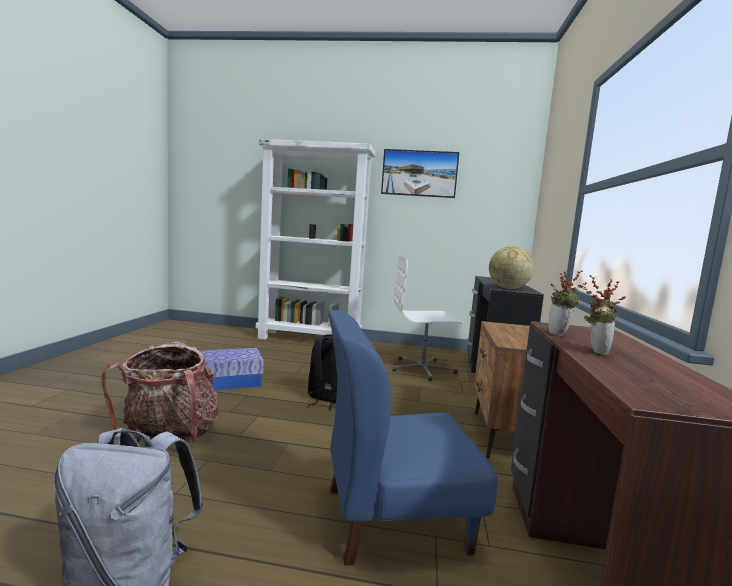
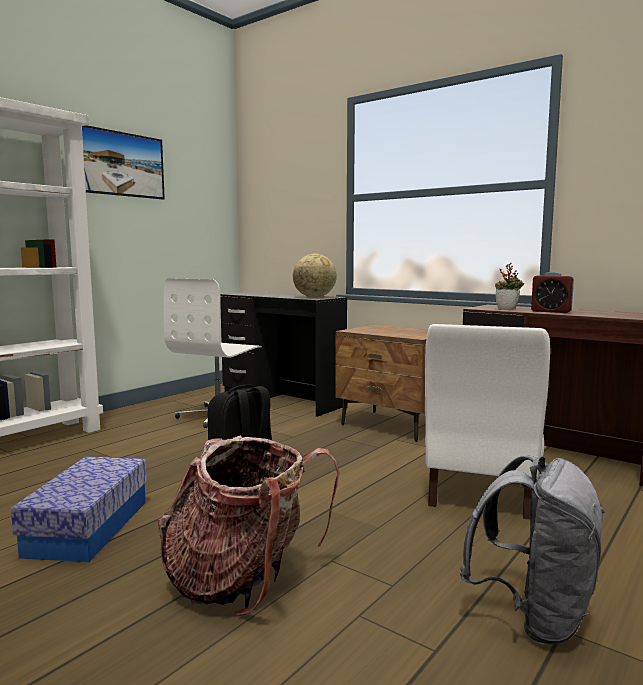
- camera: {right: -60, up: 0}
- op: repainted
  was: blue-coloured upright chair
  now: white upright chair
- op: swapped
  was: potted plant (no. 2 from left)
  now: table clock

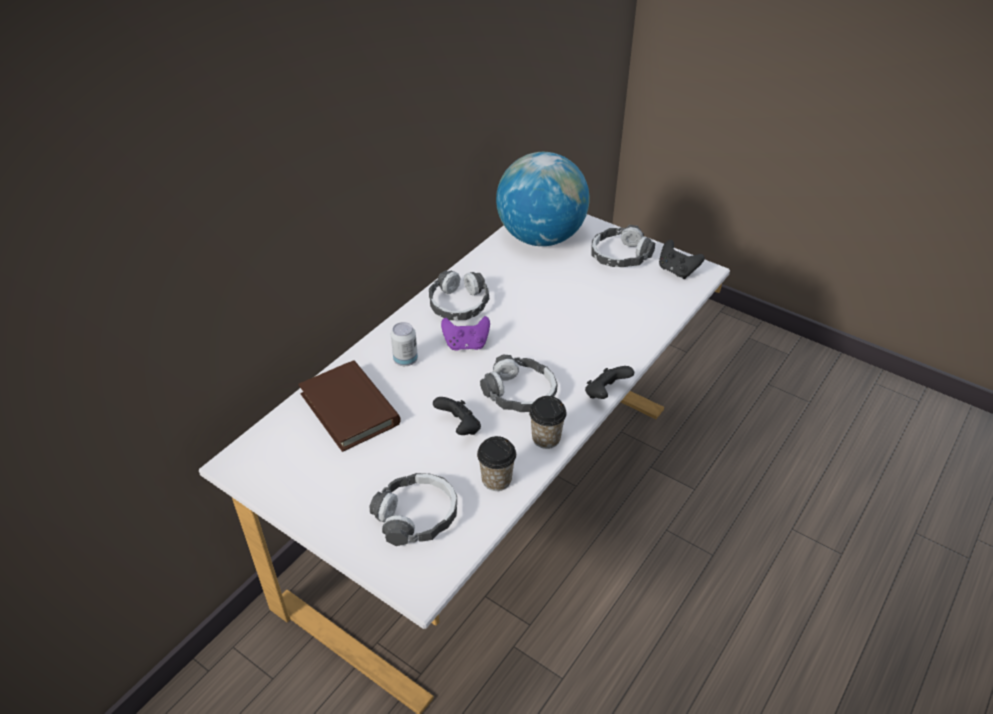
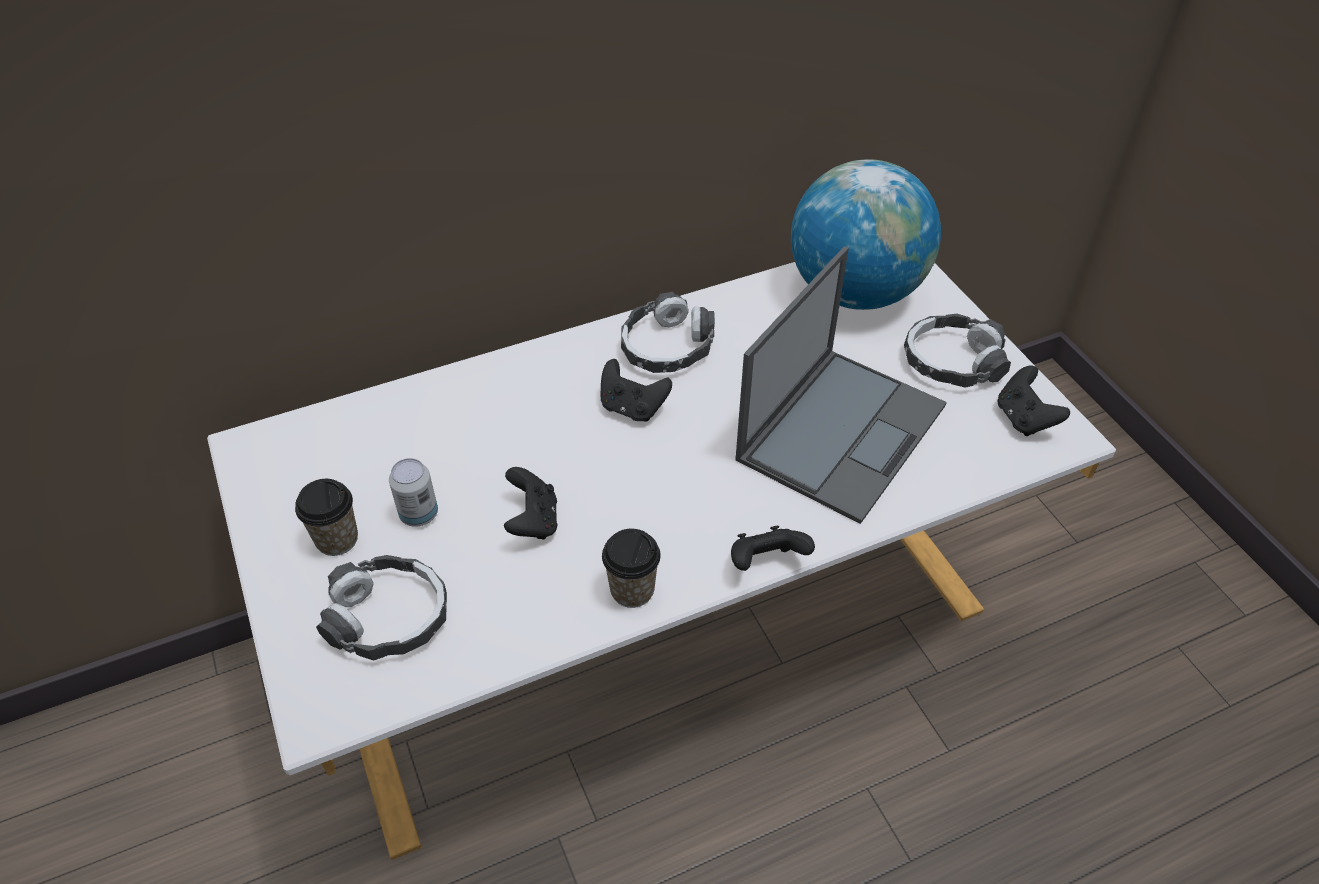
- camera: {right: 30, up: 5}
- op: shifted
  was: small cup (no. 1 from left)
- op: shifted
  was: sealed can
- op: repainted
  was: purple game controller
  now: black game controller (no. 2 from left)
- op: new
  now: notebook computer
- op: gone
  was: brownish book
- op: gone
  was: pair of headphones (no. 3 from left)

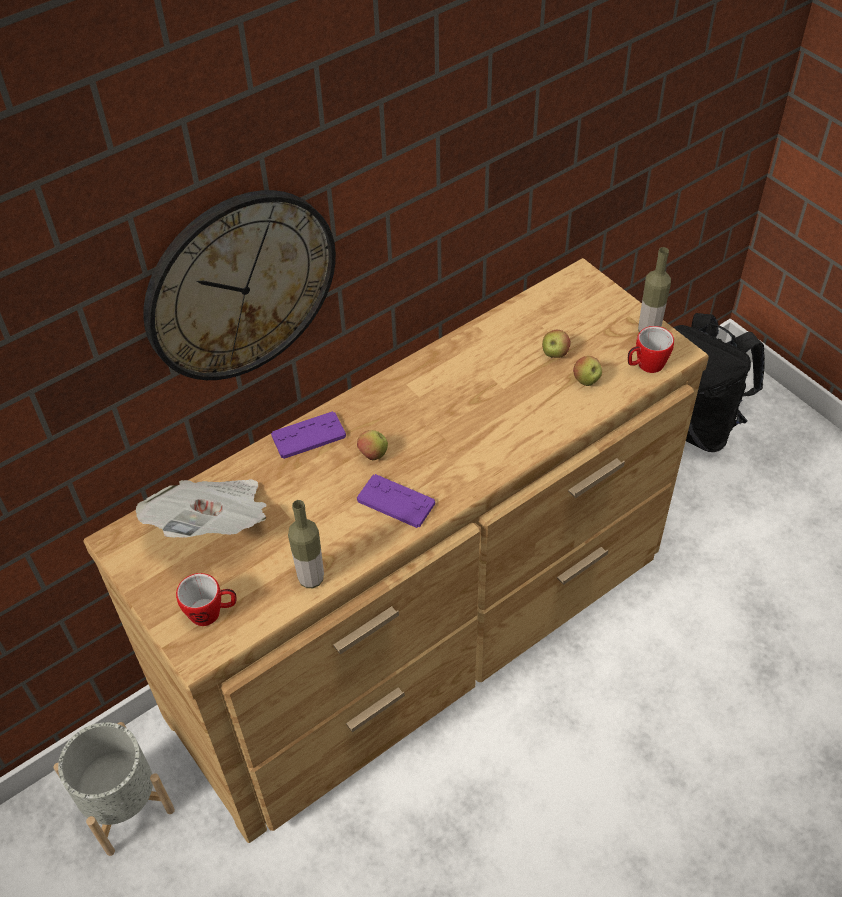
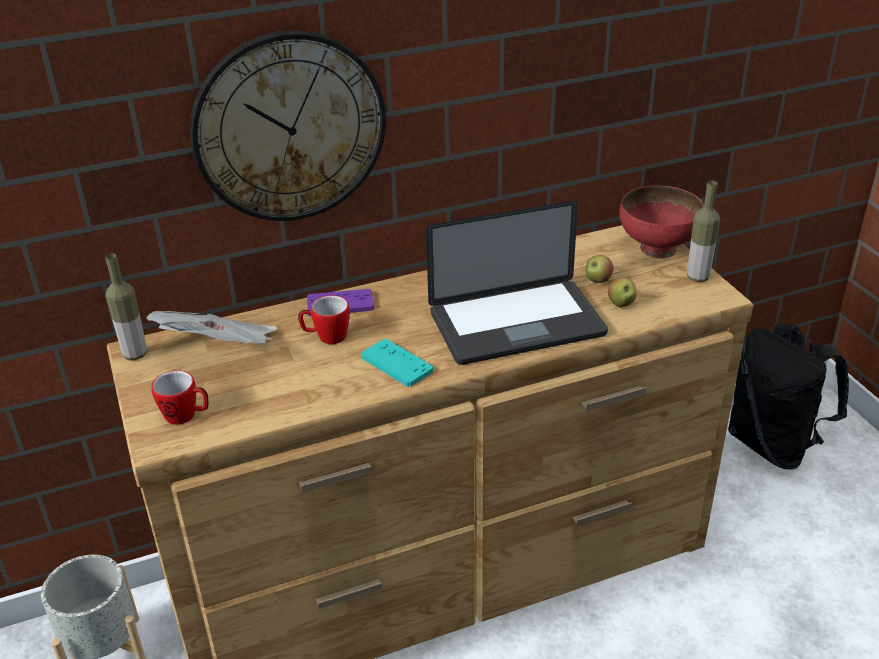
- camera: {right: 15, up: -15}
- op: shifted
  was: beverage bottle (no. 1 from left)
- op: shifted
  was: tea mug (no. 2 from left)
- op: repainted
  was: purple game controller (no. 2 from left)
  now: turquoise-coloured game controller
- op: new
  now: notebook computer
- op: new
  now: red-coloured deep dish
- op: gone
  was: apple fruit (no. 1 from left)

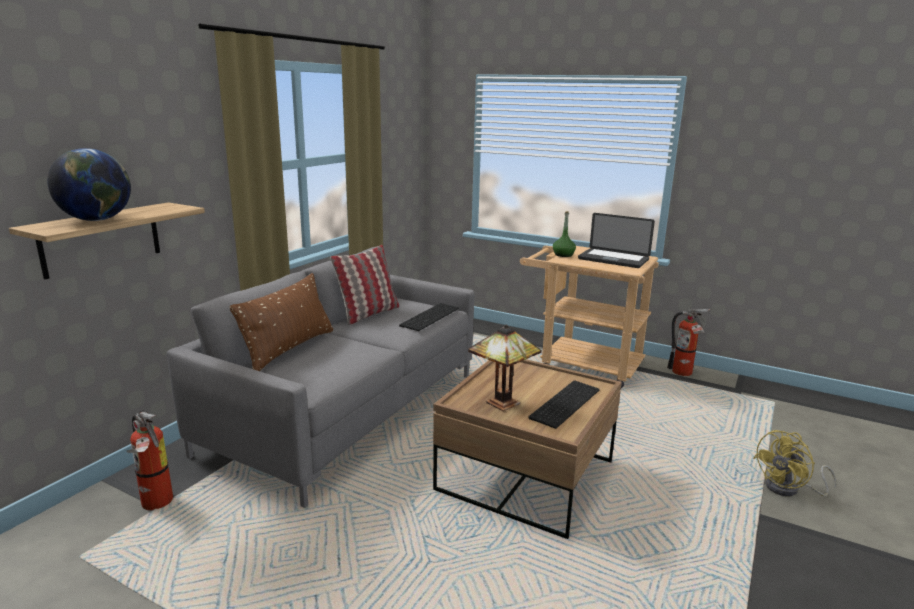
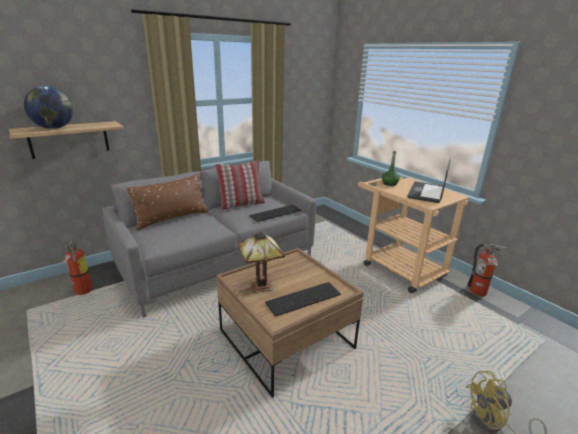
- camera: {right: 25, up: 5}
- op: rotated
  was: notebook computer
  clockwise: 60

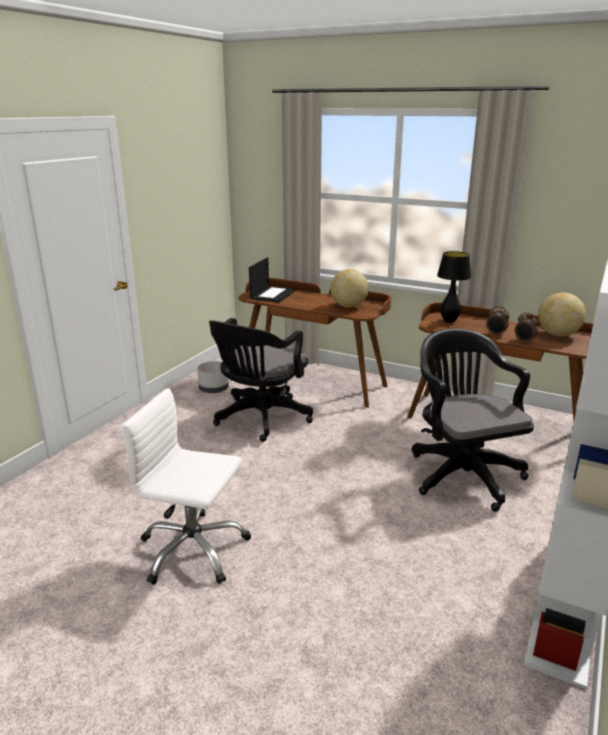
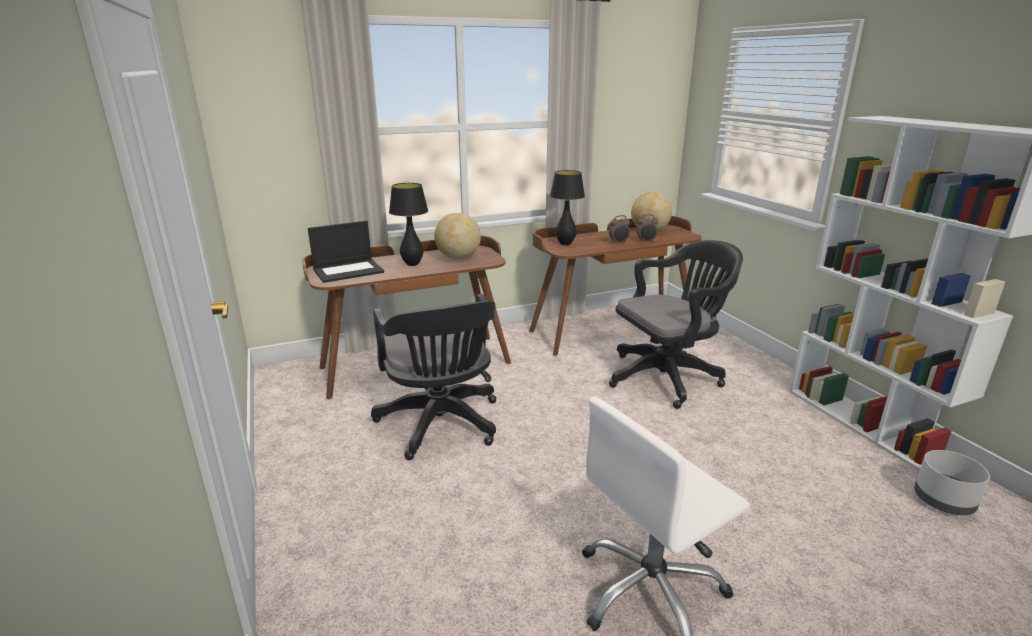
- camera: {right: -50, up: 0}
- op: rotated
  was: notebook computer
  clockwise: 90
- op: new
  now: black tabletop lamp (no. 1 from left)
- op: rotated
  was: black desk chair (no. 2 from left)
  clockwise: 135
- op: shifted
  was: grey flower pot

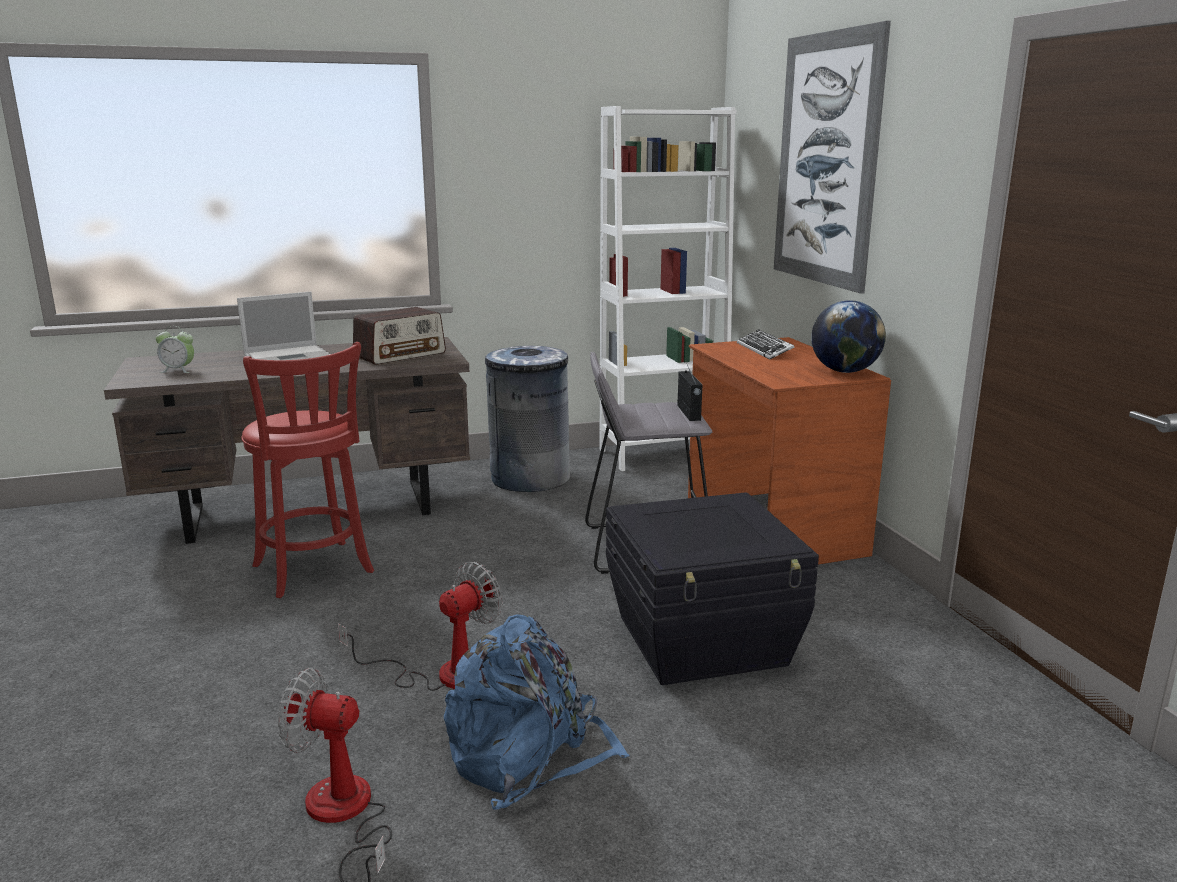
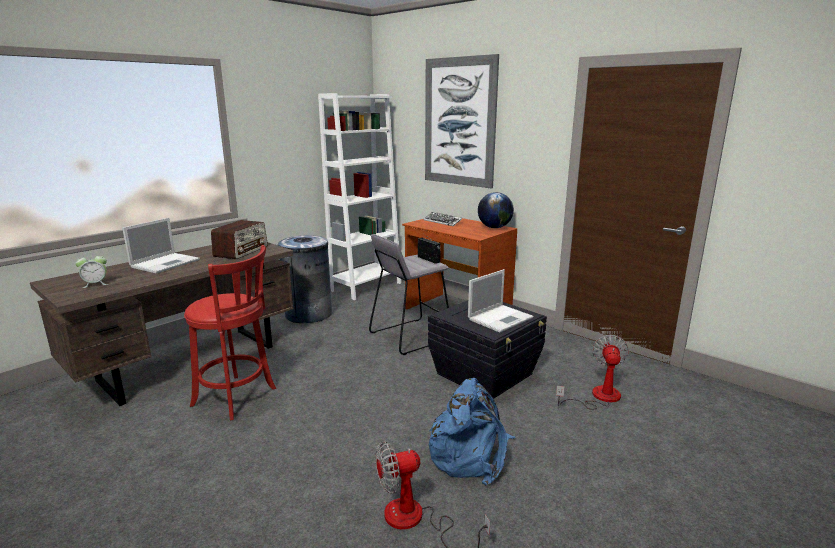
- camera: {right: -30, up: 0}
- op: new
  now: notebook computer (no. 2 from left)
- op: shifted
  was: fan (no. 2 from left)

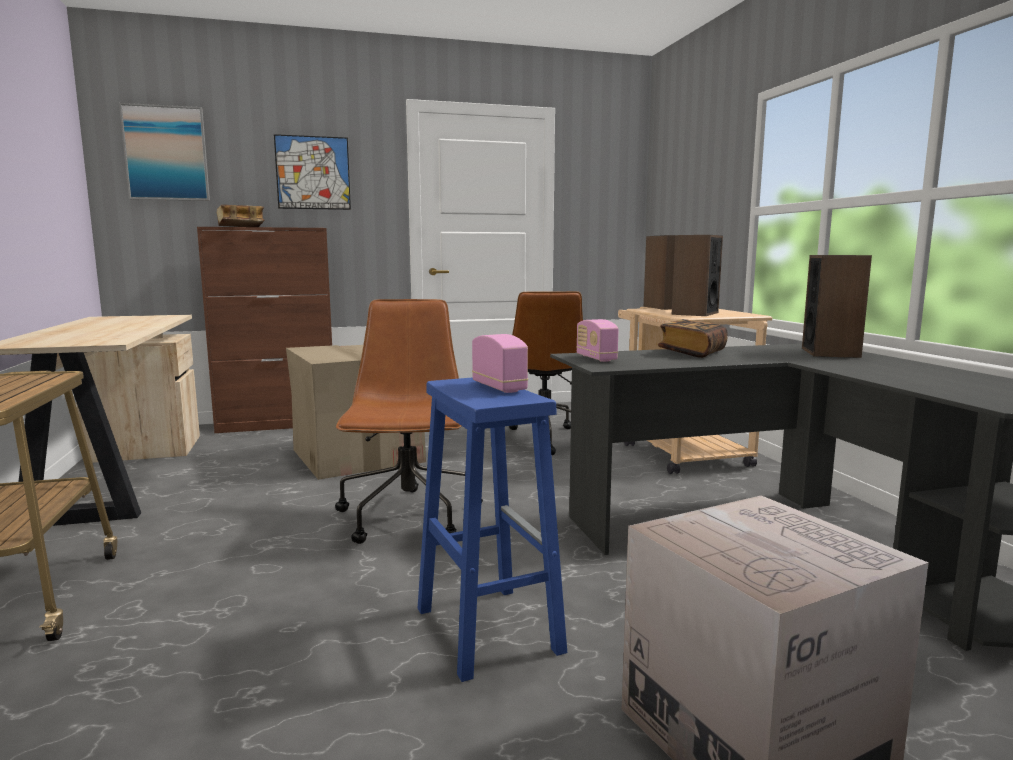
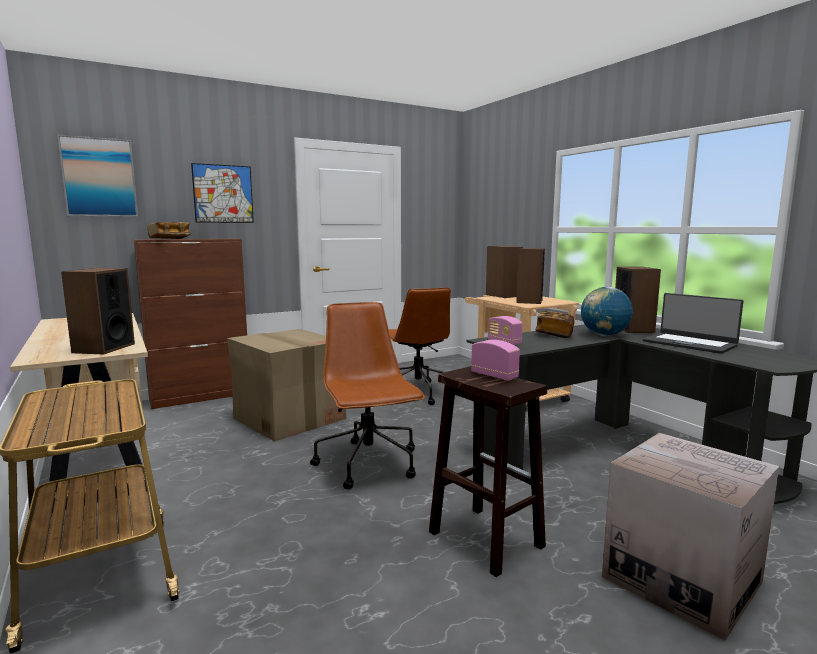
- camera: {right: -15, up: 0}
- op: new
  now: audio speaker (no. 1 from left)
- op: repainted
  was: blue-coloured stool seat
  now: brownish stool seat
- op: new
  now: world globe
- op: new
  now: notebook computer

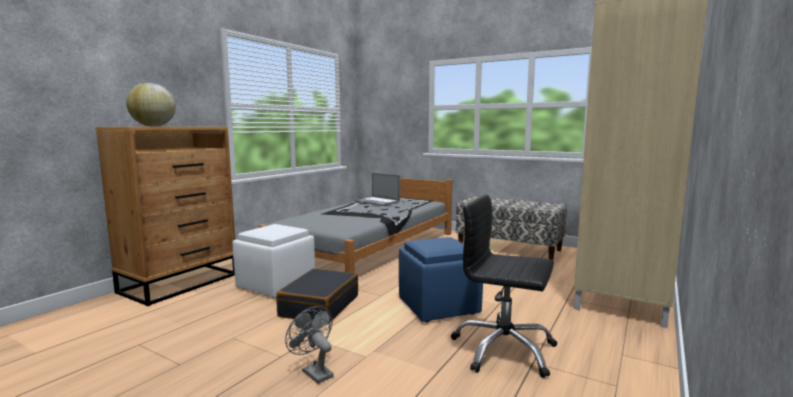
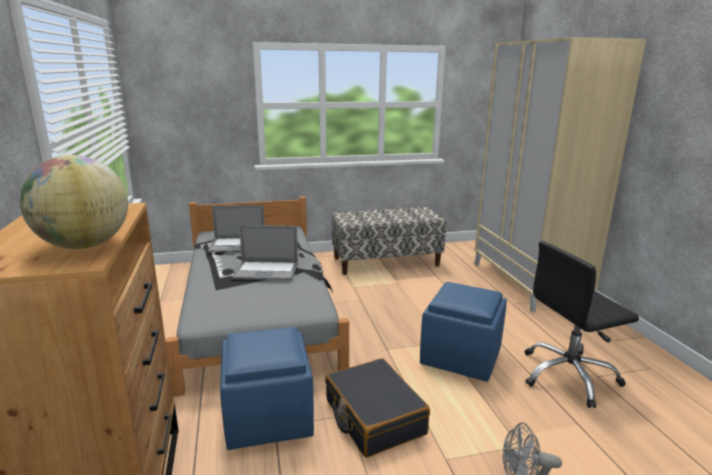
- camera: {right: -45, up: 10}
- op: repainted
  was: white ottoman
  now: blue-coloured ottoman (no. 1 from left)
- op: new
  now: notebook computer (no. 2 from left)

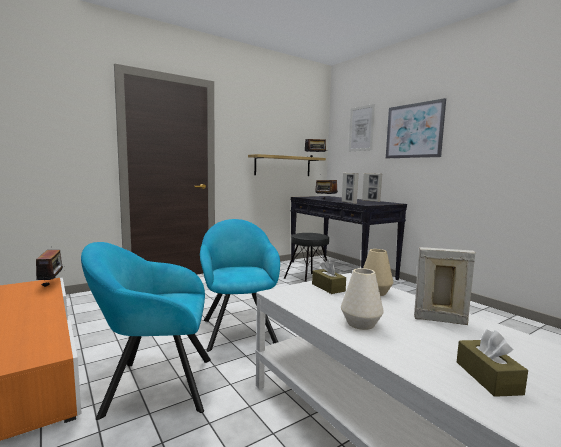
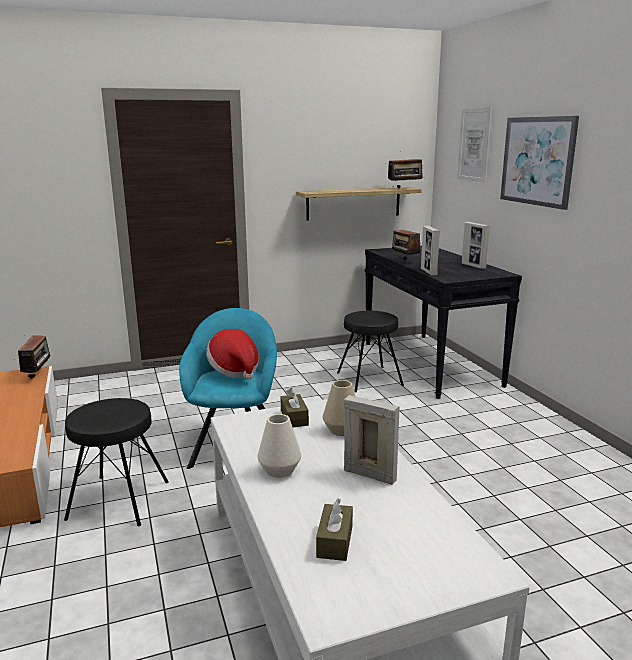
- camera: {right: 15, up: 10}
- op: swapped
  was: turquoise-coloured armchair (no. 1 from left)
  now: black stool seat (no. 1 from left)
- op: new
  now: wearable hat

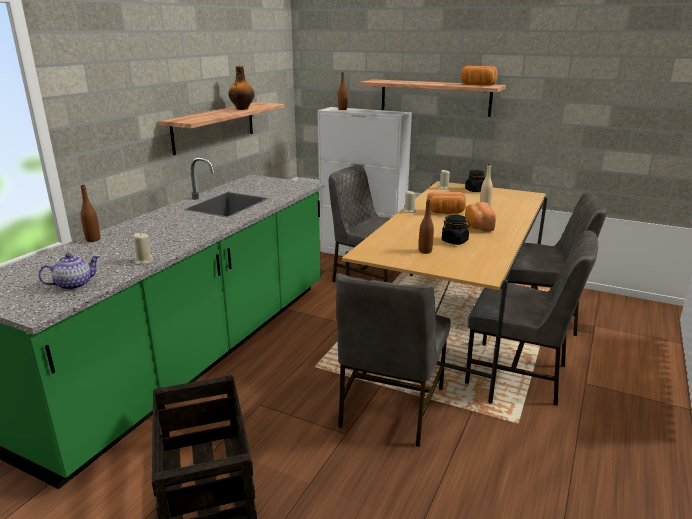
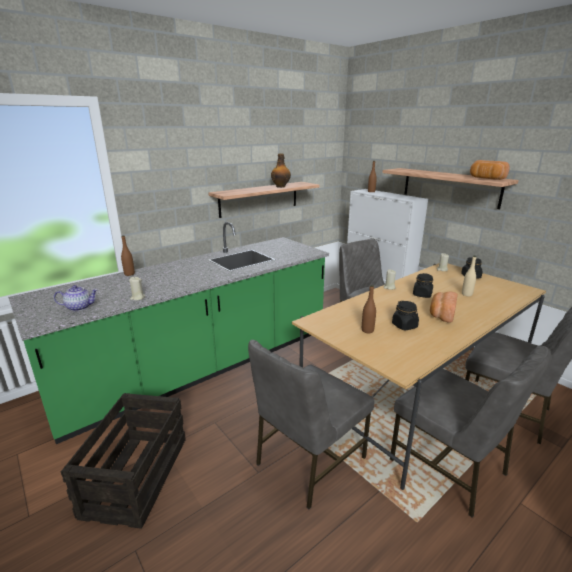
- camera: {right: 25, up: 0}
- op: swapped
  was: bakery bread (no. 1 from left)
  now: black jar (no. 2 from left)

